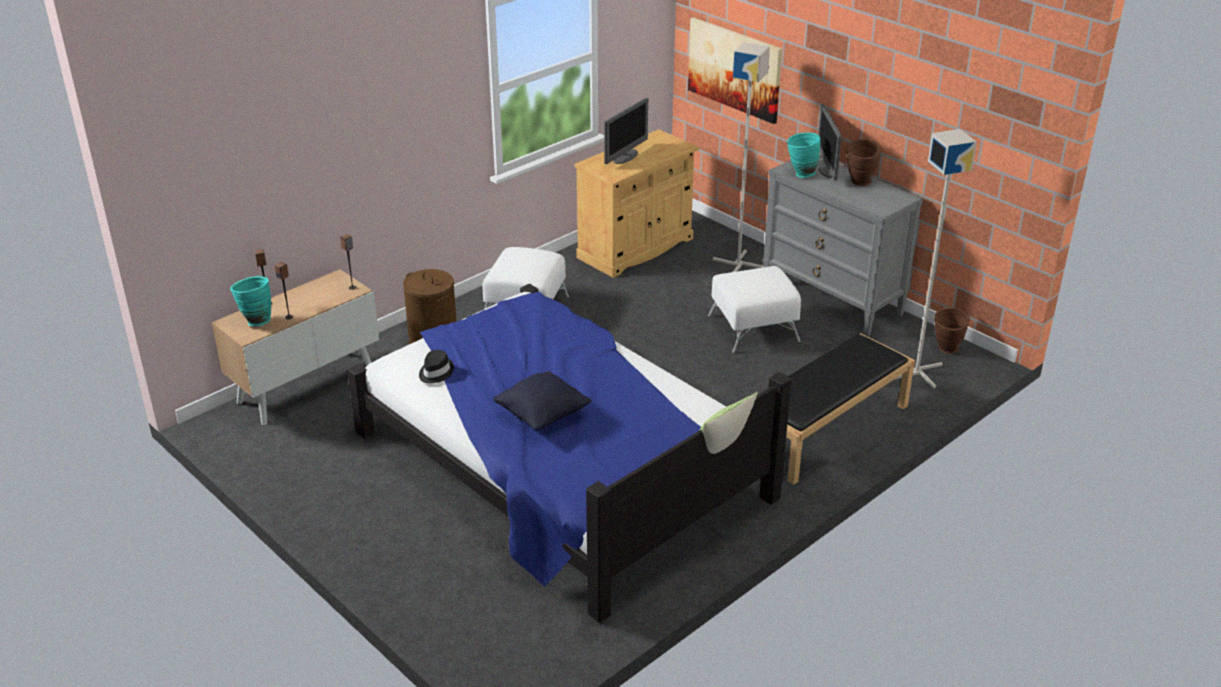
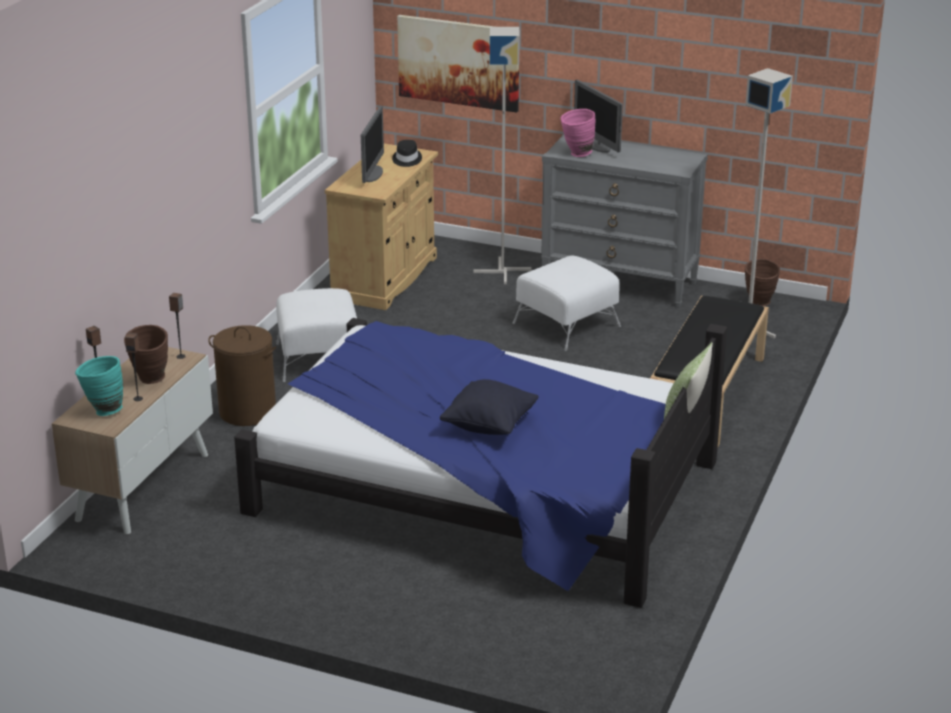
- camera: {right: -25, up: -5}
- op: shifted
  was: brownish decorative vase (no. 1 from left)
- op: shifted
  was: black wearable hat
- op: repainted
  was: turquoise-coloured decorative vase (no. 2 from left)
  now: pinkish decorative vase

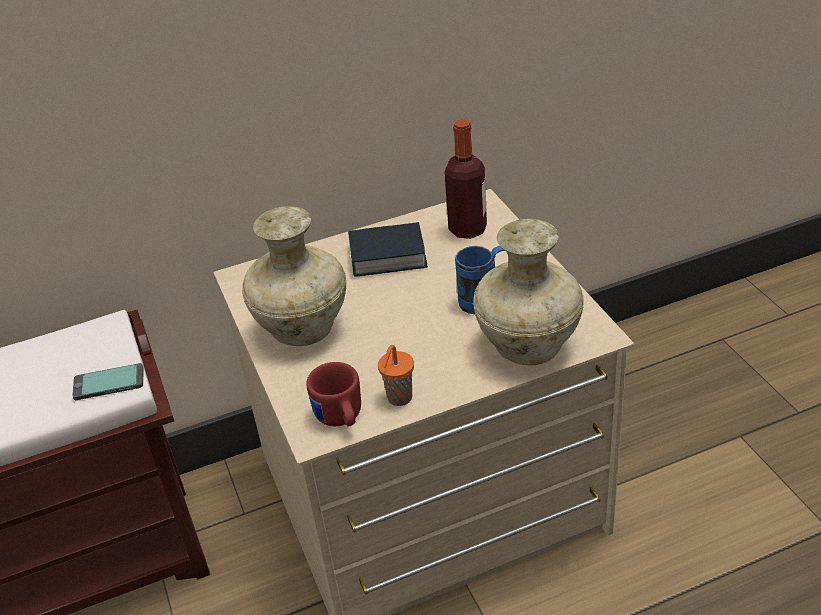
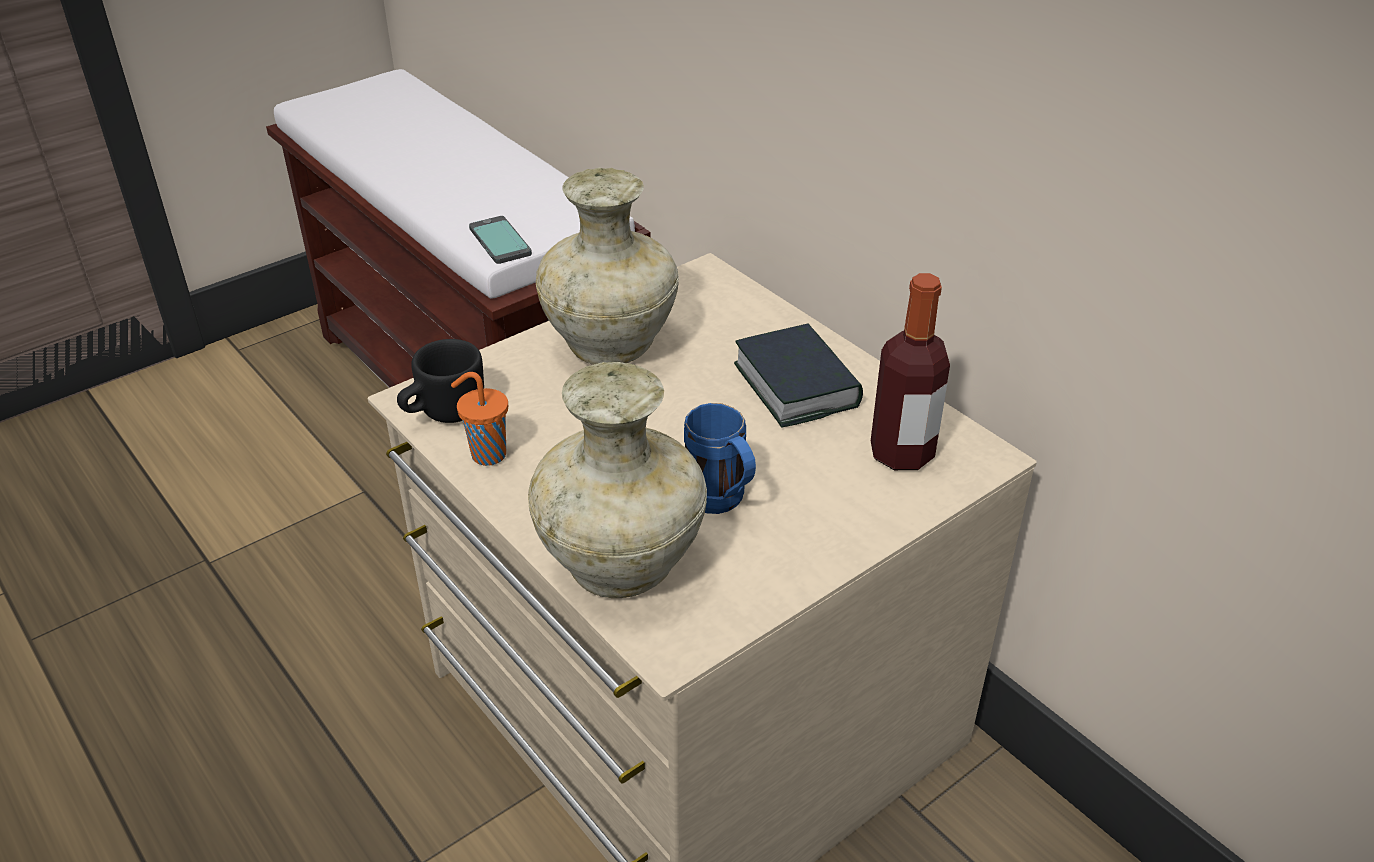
- camera: {right: 70, up: 0}
- op: repainted
  was: red-coloured tea mug
  now: black tea mug

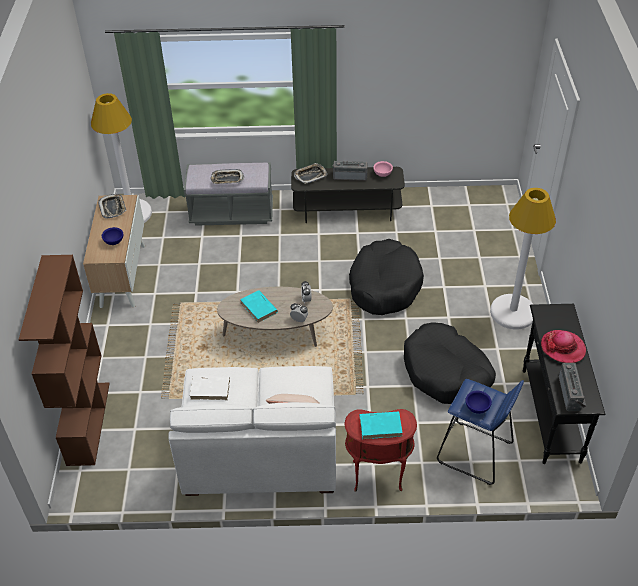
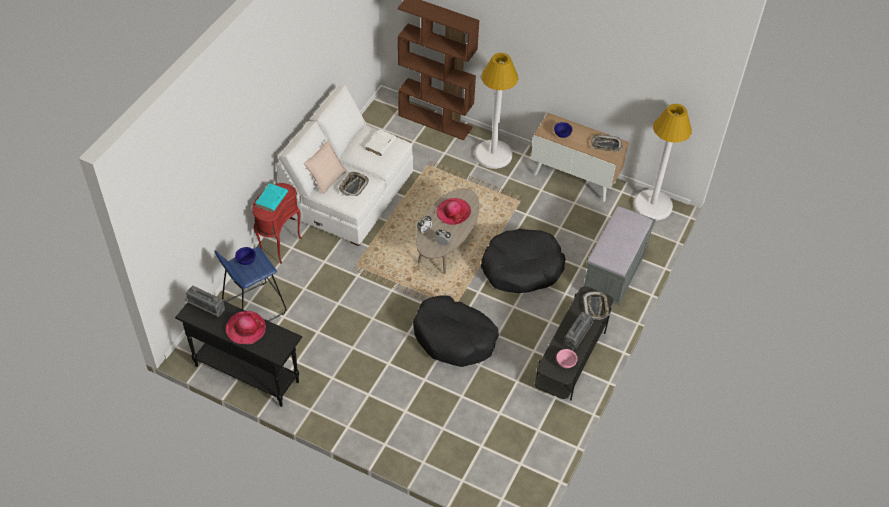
- camera: {right: 115, up: 5}
- op: shifted
  was: serving tray (no. 2 from left in the first image)
  now: serving tray (no. 1 from left)
- op: swapped
  was: turquoise-coloured book (no. 1 from left)
  now: wearable hat (no. 2 from left)
- op: shifted
  was: white standard lamp (no. 2 from left in the first image)
  now: white standard lamp (no. 1 from left)
- op: shifted
  was: black pet bed (no. 2 from left)

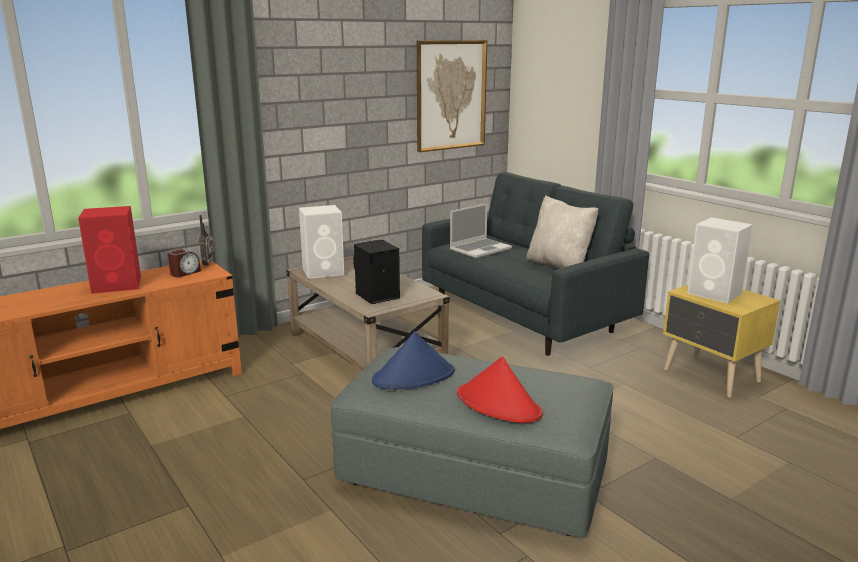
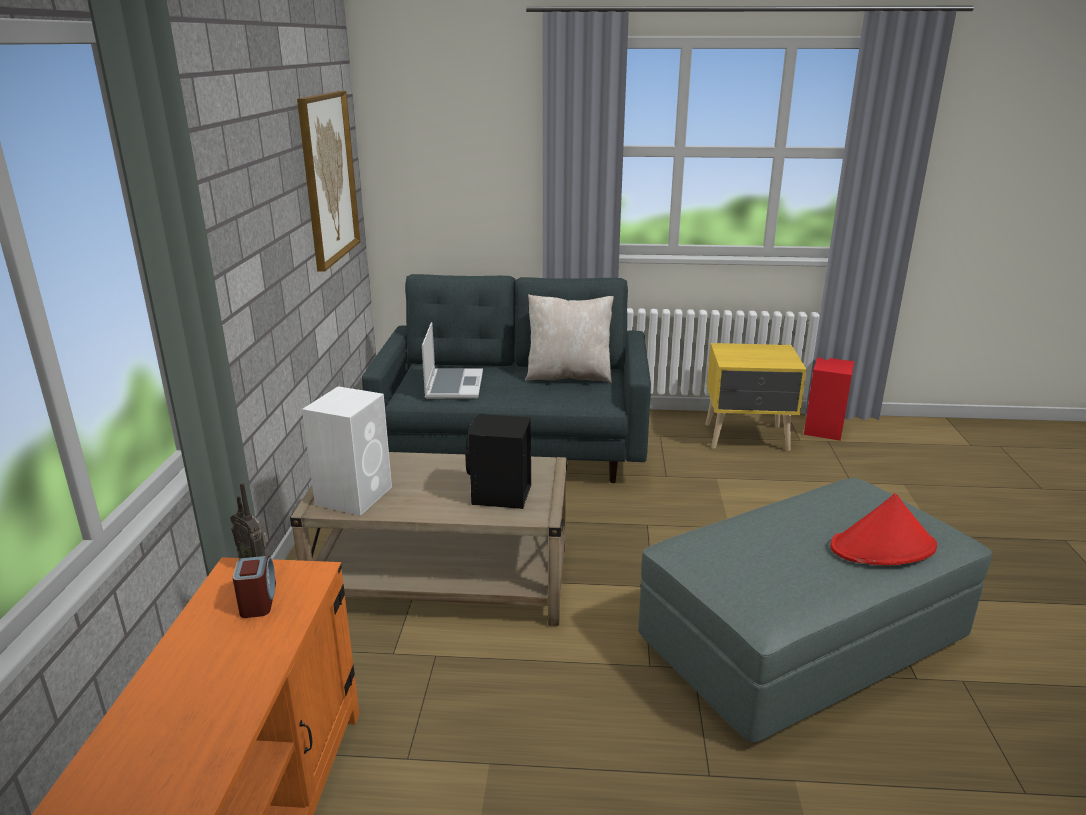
- camera: {right: -50, up: 5}
- op: shifted
  was: red-coloured audio speaker
- op: gone
  was: blue-coloured wearable hat
- op: gone
  was: white audio speaker (no. 2 from left)

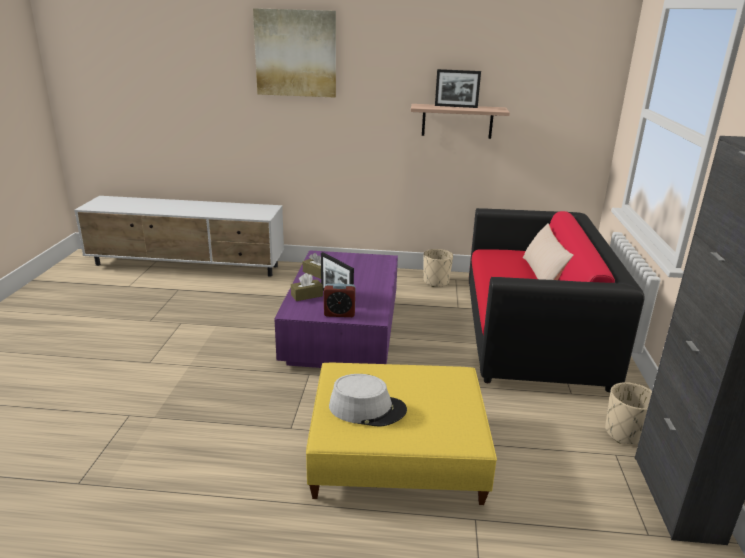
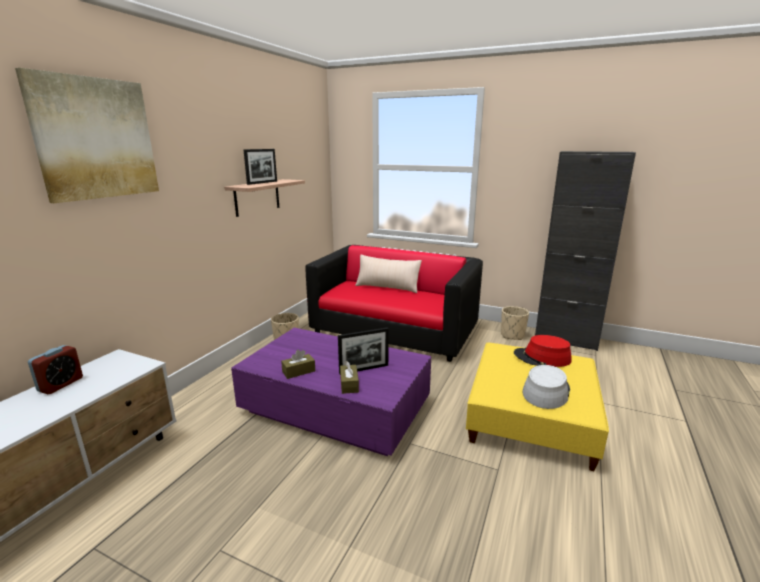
- camera: {right: -70, up: -5}
- op: shifted
  was: table clock
- op: new
  now: red-coloured wearable hat

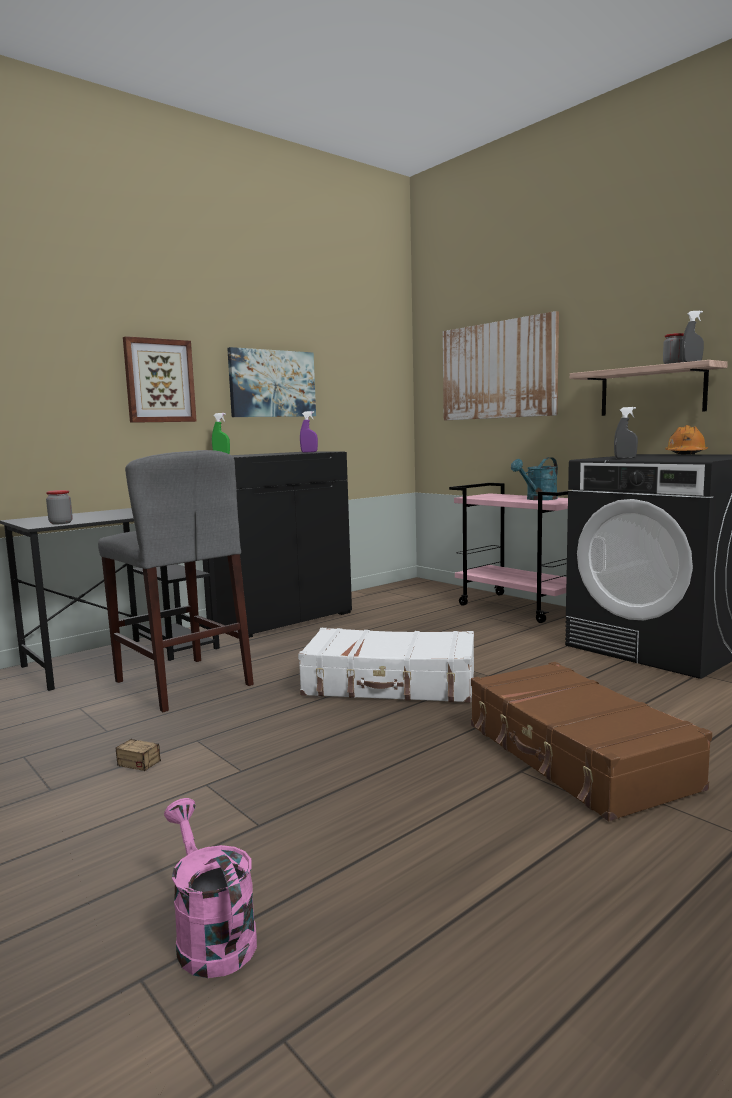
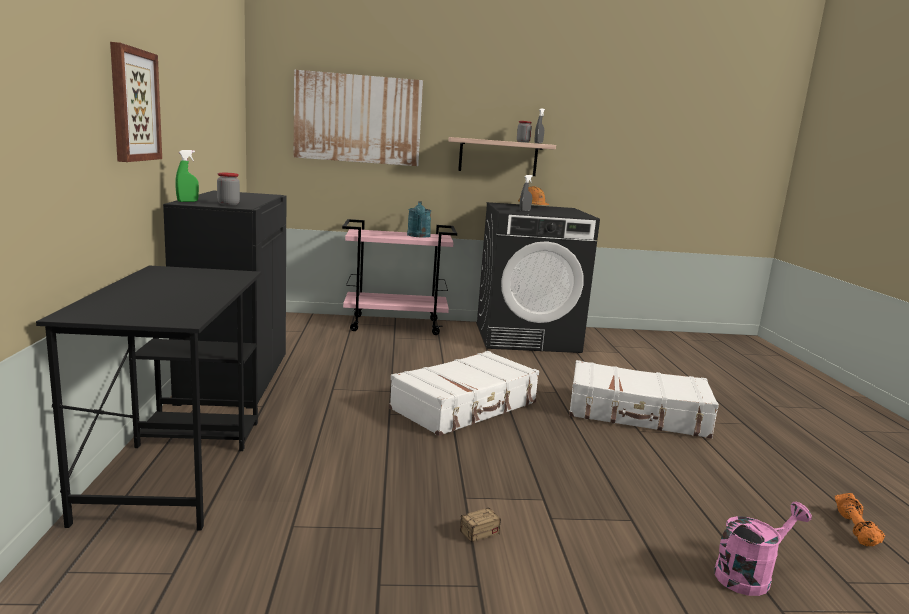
- camera: {right: -55, up: 5}
- op: shifted
  was: jar (no. 1 from left)
- op: repainted
  was: brownish travel case
  now: white travel case (no. 2 from left)
- op: rotated
  was: pinkish watering can
  clockwise: 150
- op: new
  now: orange dumbbell
- op: gone
  was: grey stool seat
- op: gone
  was: picture (no. 2 from left)
- op: gone
  was: purple hand sprayer

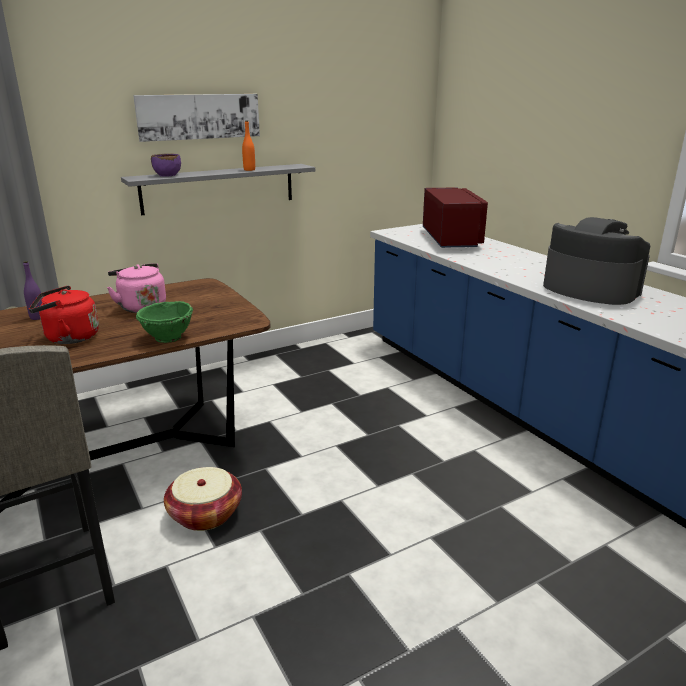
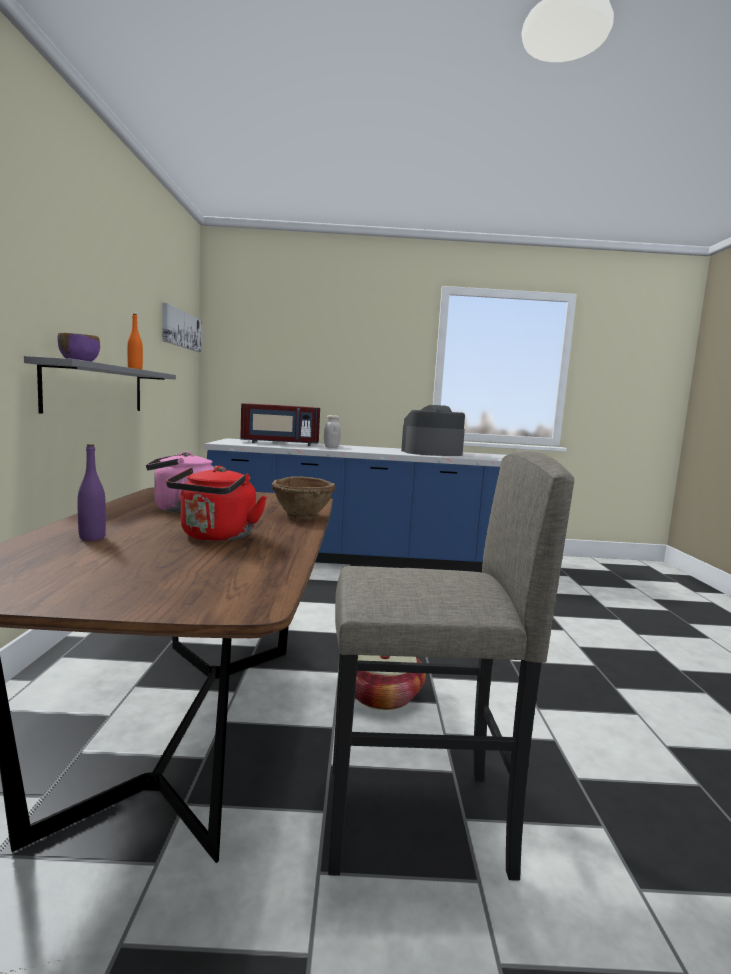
- camera: {right: -60, up: -15}
- op: shifted
  was: picture
- op: rotated
  was: red-coloured microwave oven
  clockwise: 150
- op: repainted
  was: green-coloured deep dish
  now: brownish deep dish
- op: new
  now: white jar

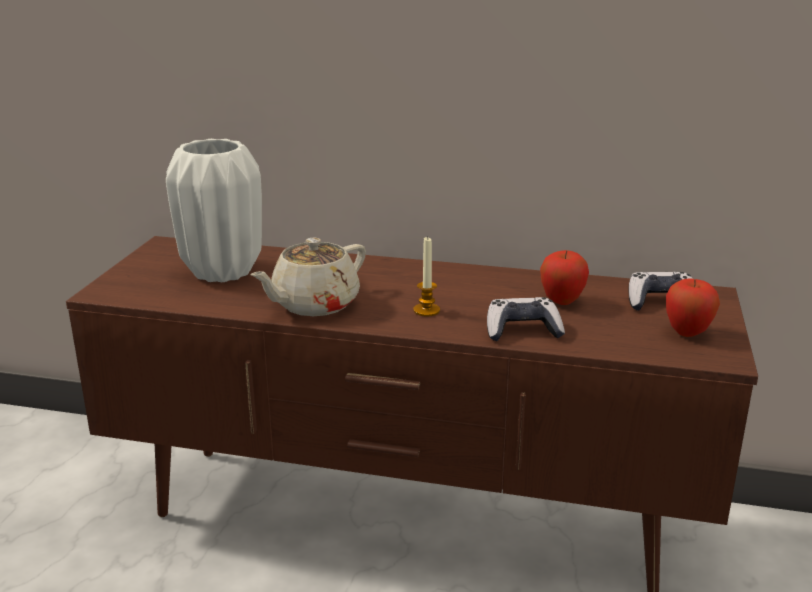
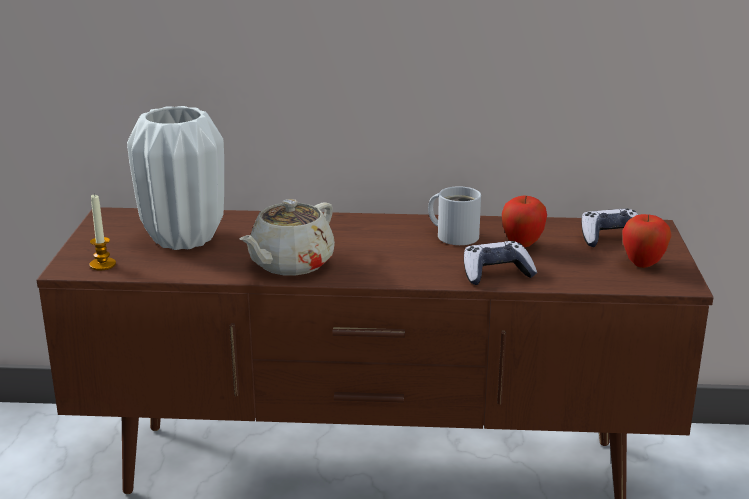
- camera: {right: -10, up: 0}
- op: shifted
  was: candle
- op: new
  now: white tea mug

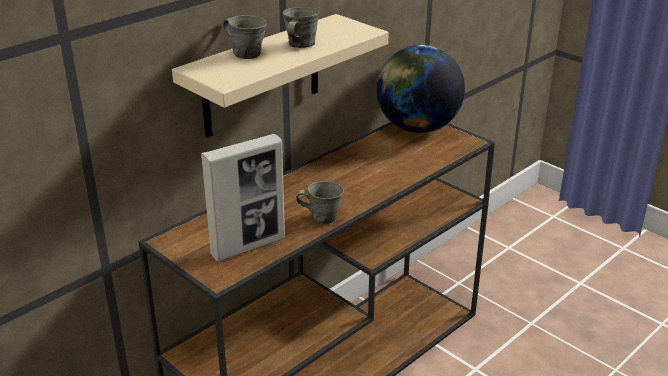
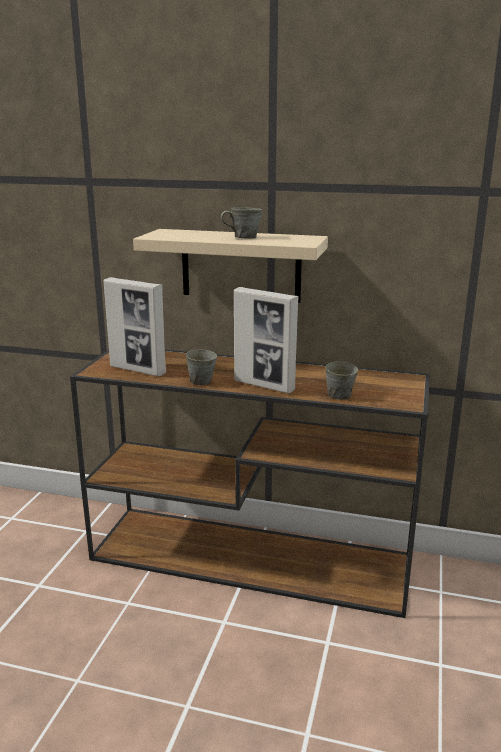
- camera: {right: 60, up: -10}
- op: new
  now: photo frame (no. 2 from left)
- op: shifted
  was: grey tea mug (no. 1 from left in the first image)
  now: grey tea mug (no. 3 from left)
- op: gone
  was: world globe

